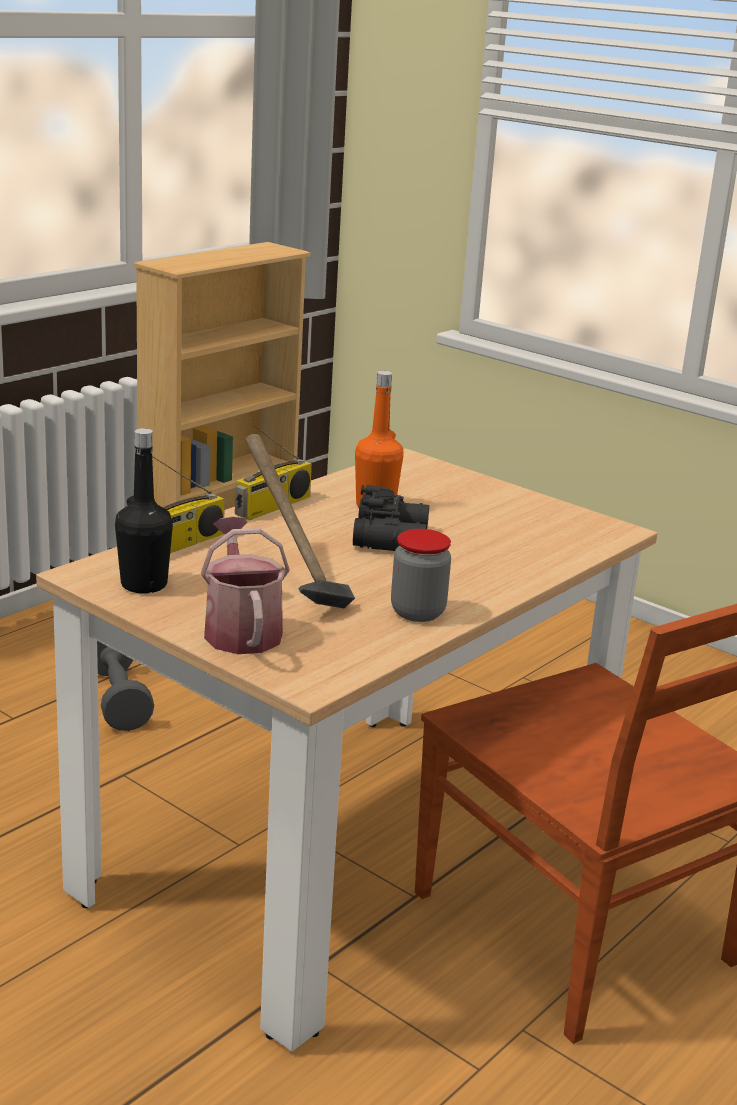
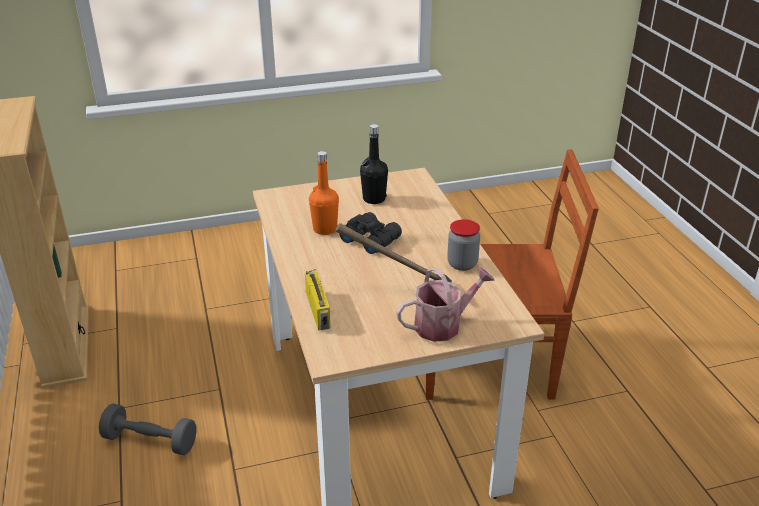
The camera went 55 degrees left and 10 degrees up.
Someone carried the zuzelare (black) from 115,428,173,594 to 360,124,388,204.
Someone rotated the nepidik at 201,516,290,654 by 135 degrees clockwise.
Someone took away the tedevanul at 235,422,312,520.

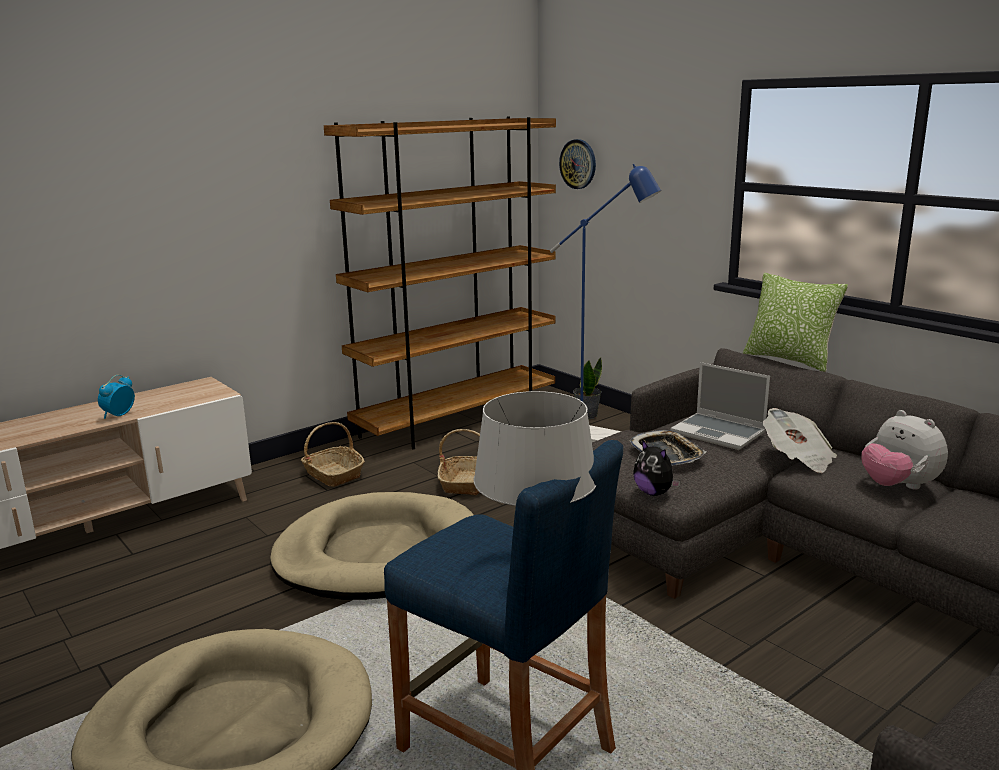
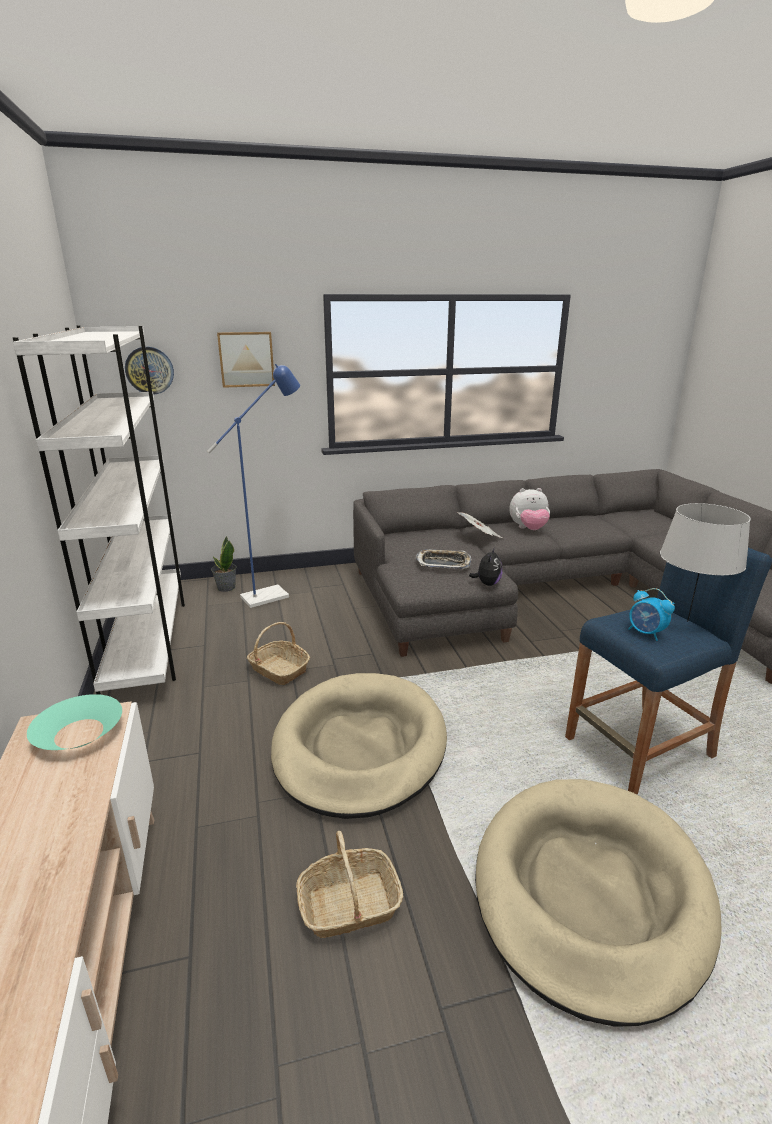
The camera went 65 degrees left and 5 degrees up.
Someone carried the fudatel from 98,375,135,419 to 628,588,675,641.
Someone carried the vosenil from 301,422,365,487 to 296,830,403,938.
Someone repainted the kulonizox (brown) at 324,116,556,449, which became the kulonizox (white) at 13,325,185,695.
Someone rotated the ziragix at 633,440,681,496 by 60 degrees counterclockwise.
Someone took away the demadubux at 670,362,770,450.
Someone took away the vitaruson at 743,273,848,372.
Someone put down the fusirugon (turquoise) at 27,694,122,750.
Someone put up the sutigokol at 217,332,275,388.

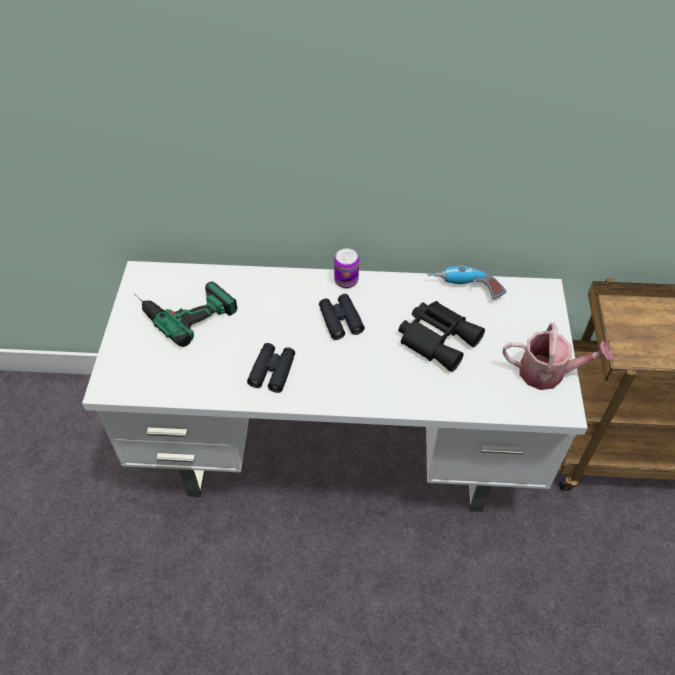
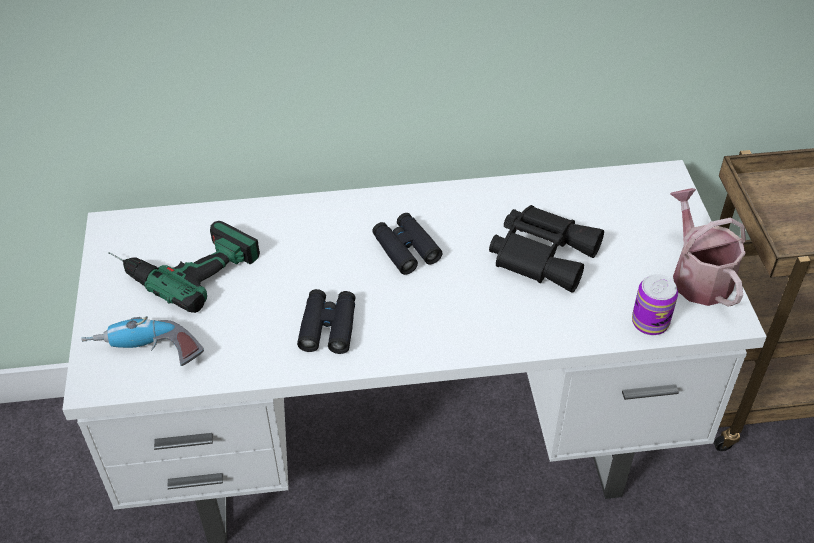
The camera went 10 degrees left and 5 degrees down.
Someone carried the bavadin from 334,248,359,288 to 632,274,678,335.
Someone carried the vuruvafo from 428,265,506,300 to 81,316,204,366.
Someone rotated the nepidik at 503,323,613,390 by 105 degrees counterclockwise.

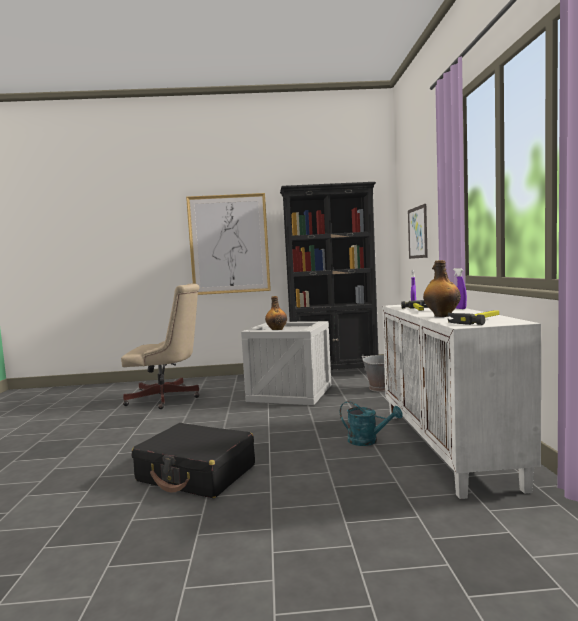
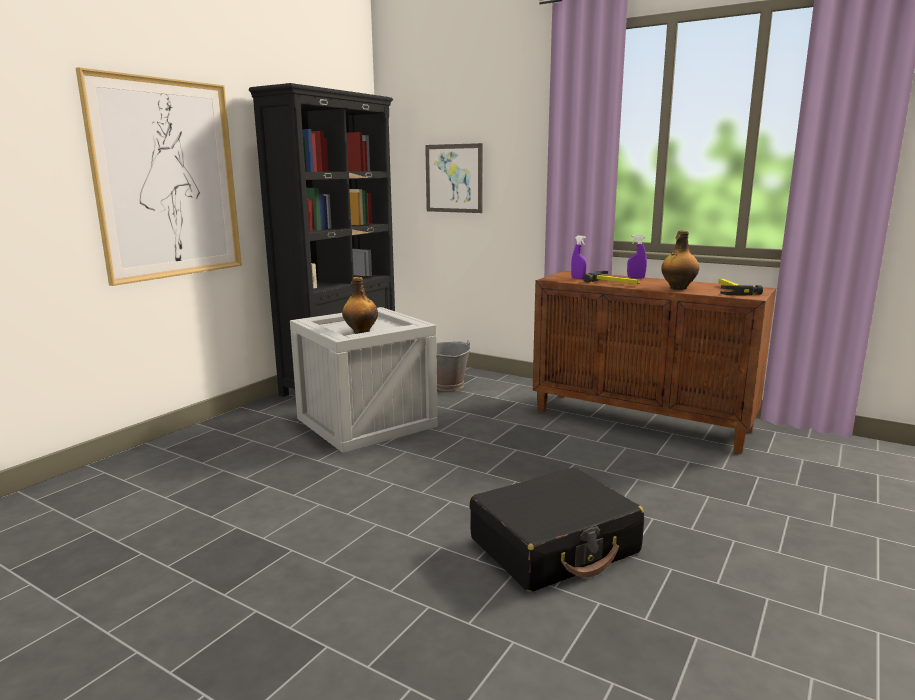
The camera went 55 degrees left and 10 degrees up.
Someone took away the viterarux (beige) at 121,283,199,409.
Someone took away the nepidik (turquoise) at 340,401,403,446.
Someone repainted the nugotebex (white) at 382,304,541,499, which became the nugotebex (brown) at 533,271,776,454.

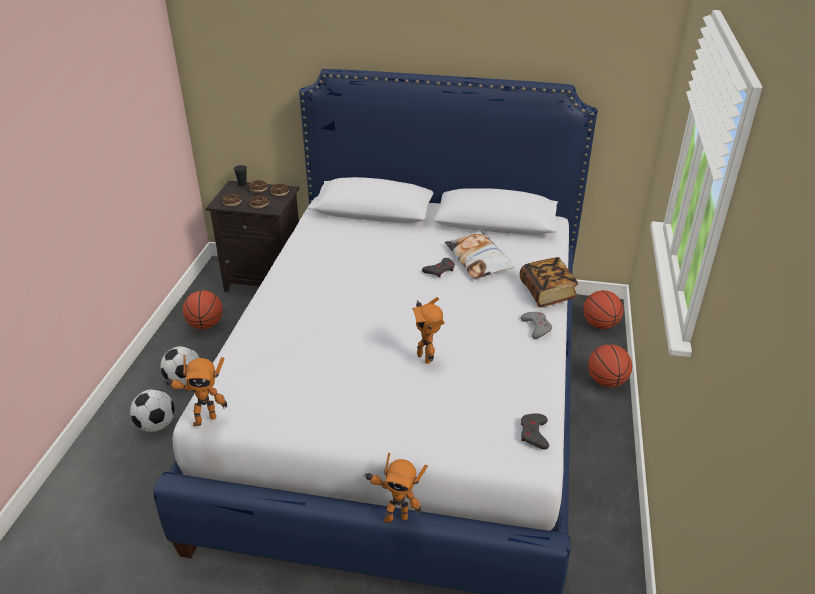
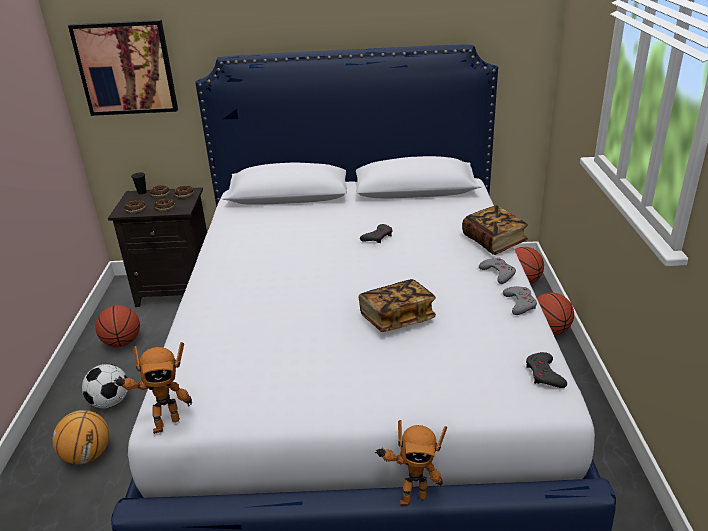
The camera went 10 degrees left and 5 degrees down.
Someone swapped the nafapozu at 130,389,175,432 for the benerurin at 52,410,109,464.
Someone swapped the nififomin at 412,297,445,364 for the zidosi at 358,279,436,332.
Someone took away the vitaruson at 445,230,515,279.
Someone put up the sutigokol at 68,20,178,116.
Someone put down the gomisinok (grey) at 503,287,537,315.

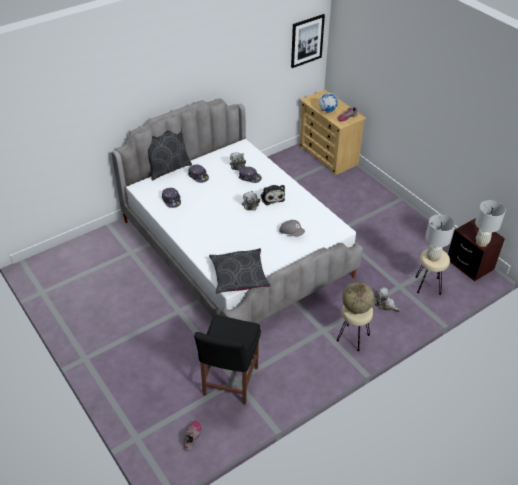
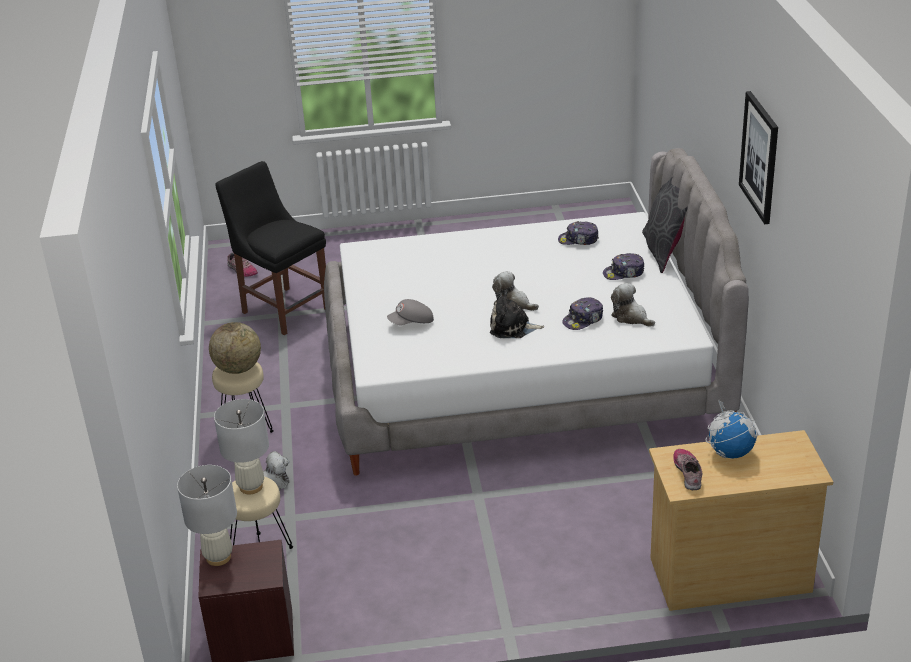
The camera went 120 degrees right and 10 degrees down.
Someone took away the vitaruson (grey) at 209,248,270,294.
Someone carried the sutigokol from 291,14,325,68 to 739,91,778,224.

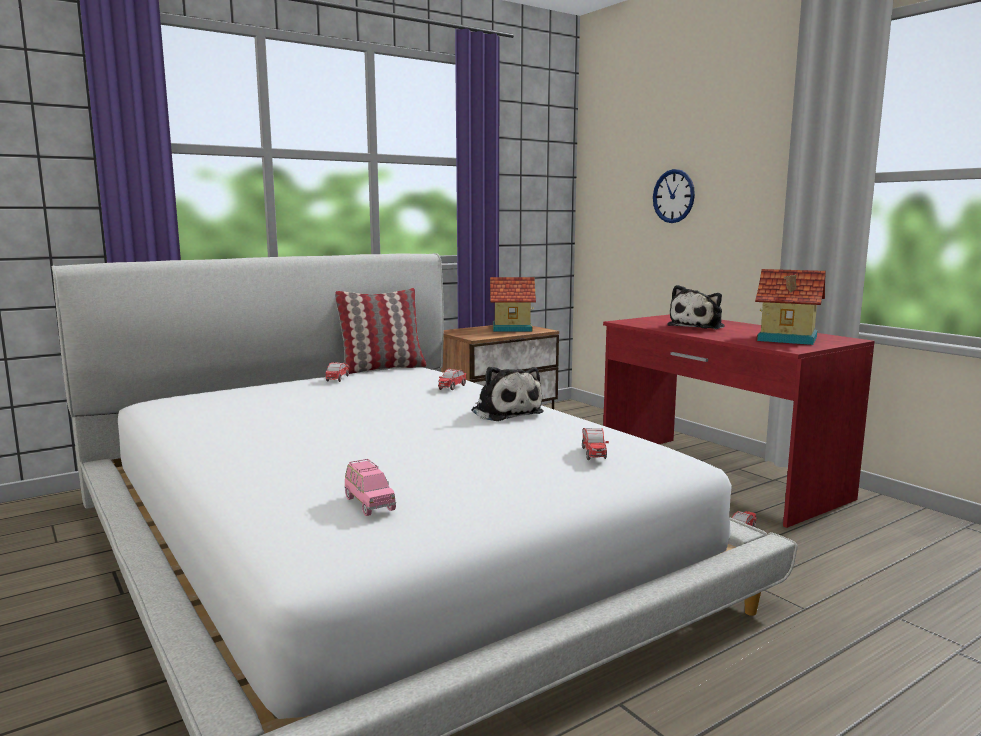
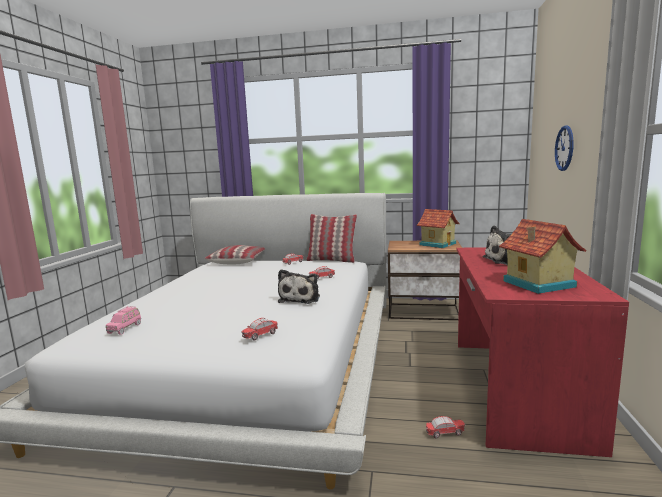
The camera went 45 degrees right and 0 degrees up.
Someone put down the vitaruson at 204,245,265,264.

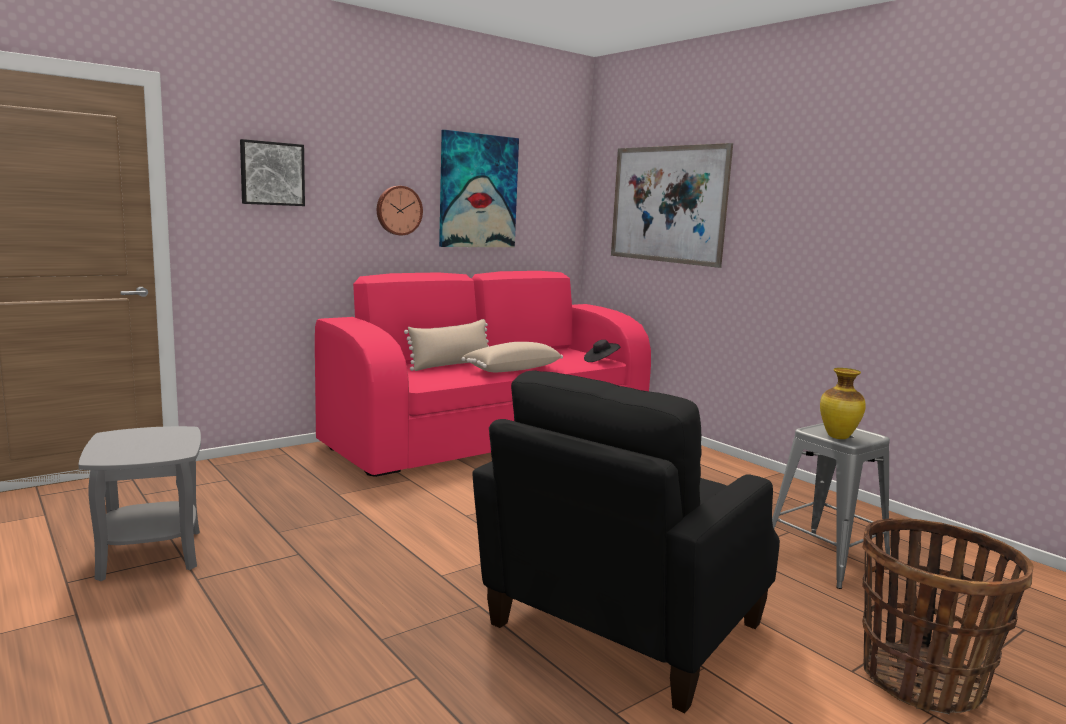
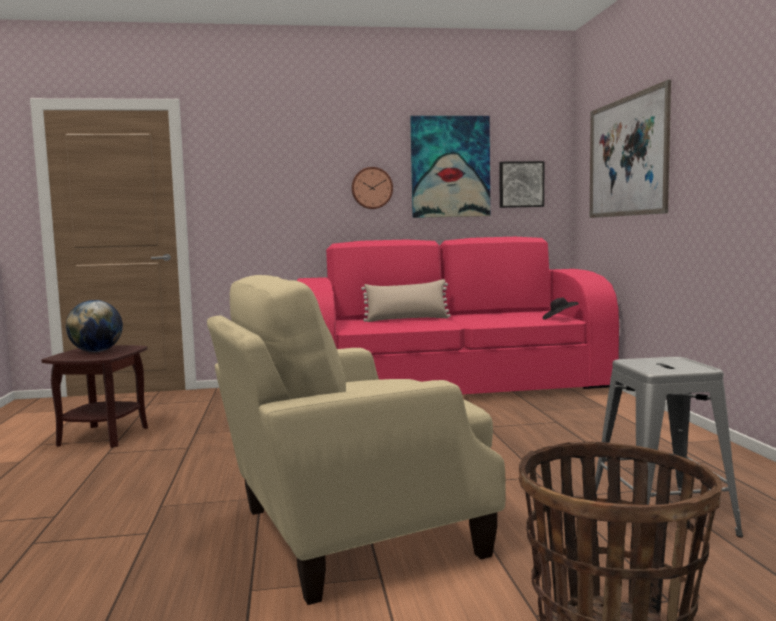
The camera went 30 degrees right and 5 degrees down.
Someone repainted the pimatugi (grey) at 79,426,201,581, which became the pimatugi (brown) at 41,345,148,448.
Someone carried the sutigokol from 240,139,305,206 to 499,161,544,208.
Someone took away the vitaruson (beige) at 461,342,563,372.
Someone repainted the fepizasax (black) at 473,370,780,713, which became the fepizasax (beige) at 207,275,506,605.
Someone took away the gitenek at 820,368,866,439.
Someone put down the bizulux at 66,300,123,352.

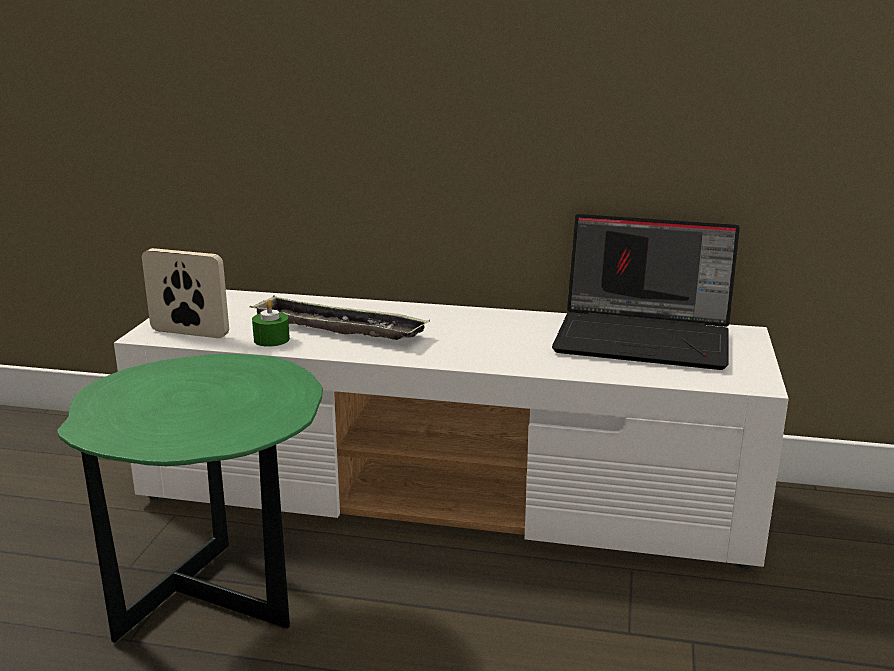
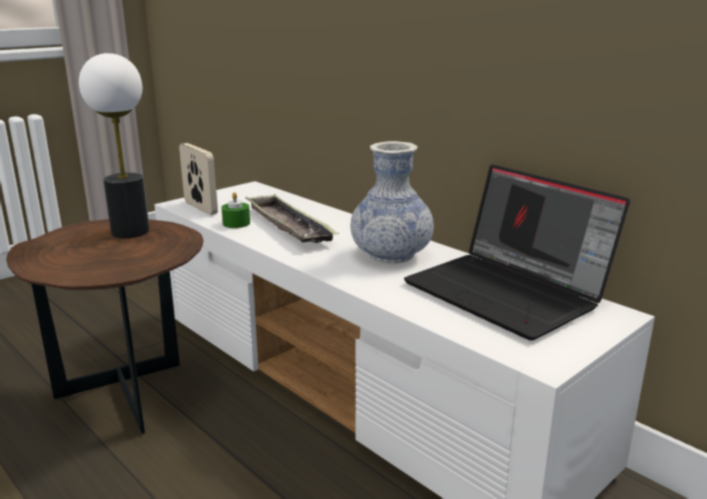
The camera went 35 degrees right and 0 degrees up.
Someone repainted the pimatugi (green) at 57,354,323,643, which became the pimatugi (brown) at 6,219,204,434.
Someone put down the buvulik at 79,53,149,238.
Someone put down the gitenek at 350,141,434,264.

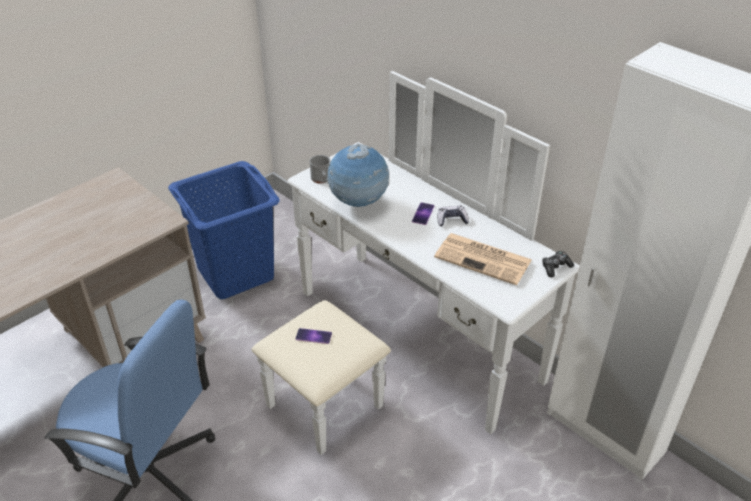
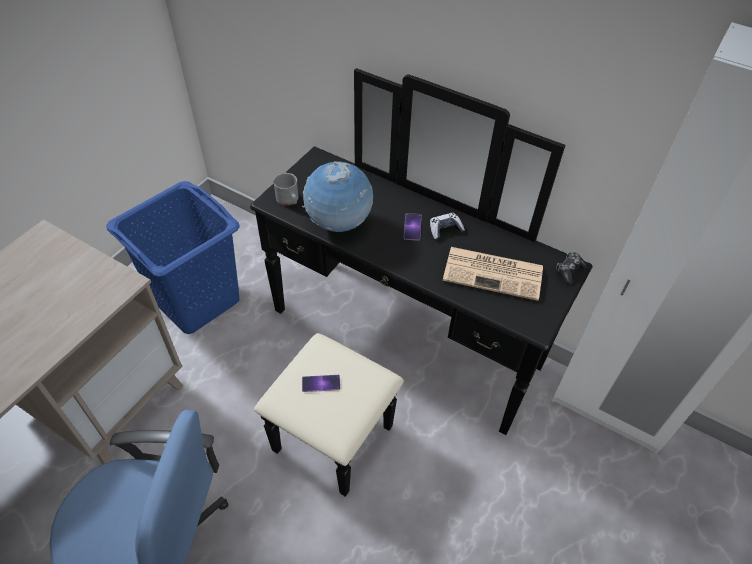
The camera went 15 degrees left and 10 degrees up.
Someone repainted the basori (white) at 252,71,580,455, which became the basori (black) at 250,68,593,497.

